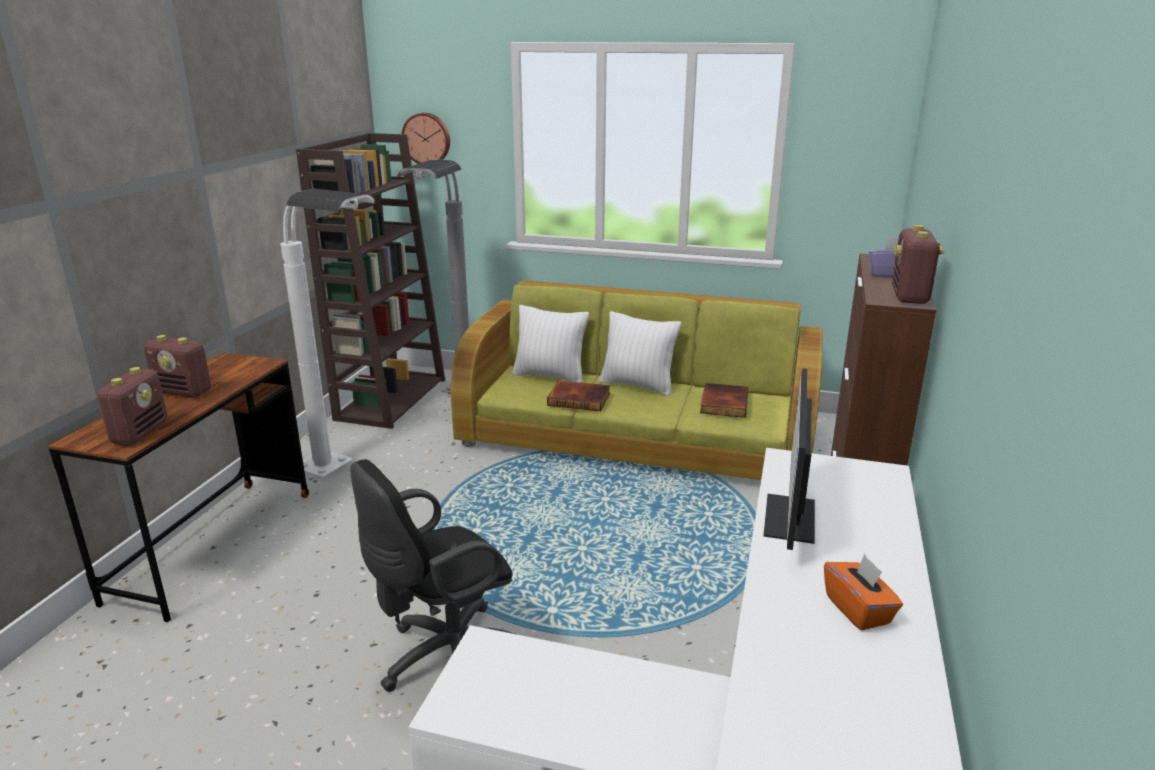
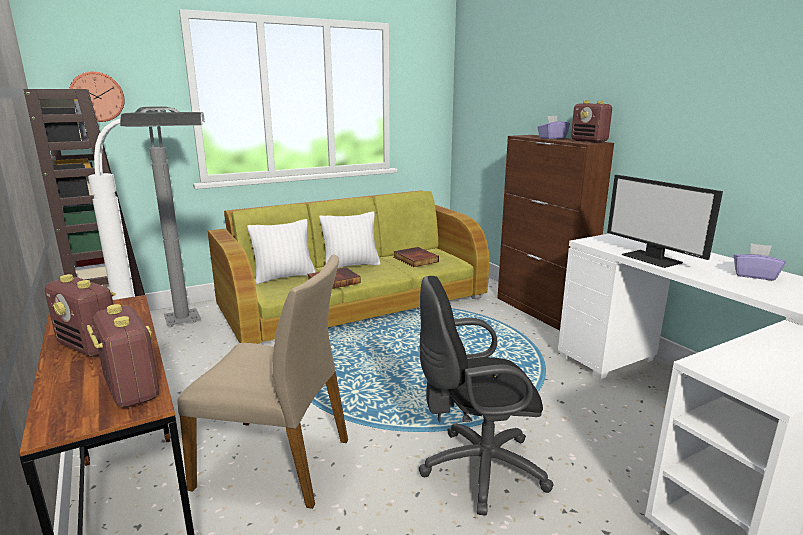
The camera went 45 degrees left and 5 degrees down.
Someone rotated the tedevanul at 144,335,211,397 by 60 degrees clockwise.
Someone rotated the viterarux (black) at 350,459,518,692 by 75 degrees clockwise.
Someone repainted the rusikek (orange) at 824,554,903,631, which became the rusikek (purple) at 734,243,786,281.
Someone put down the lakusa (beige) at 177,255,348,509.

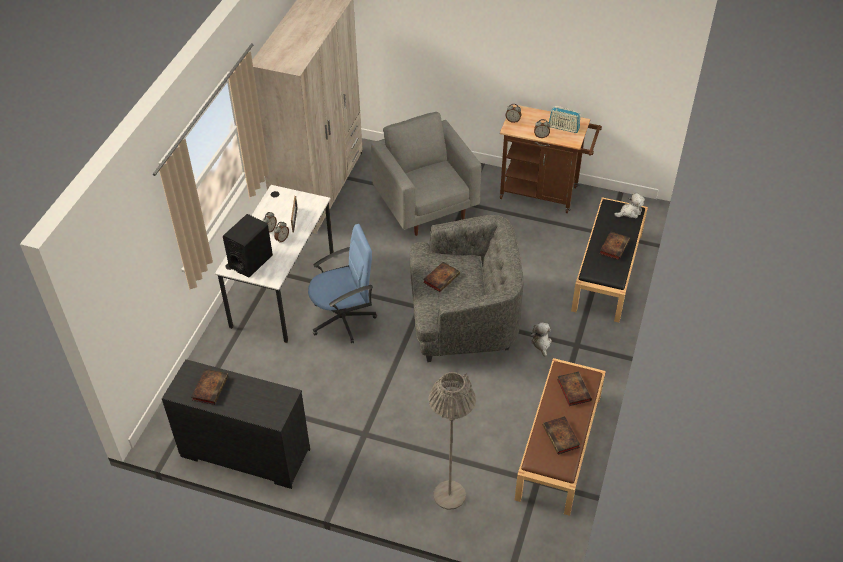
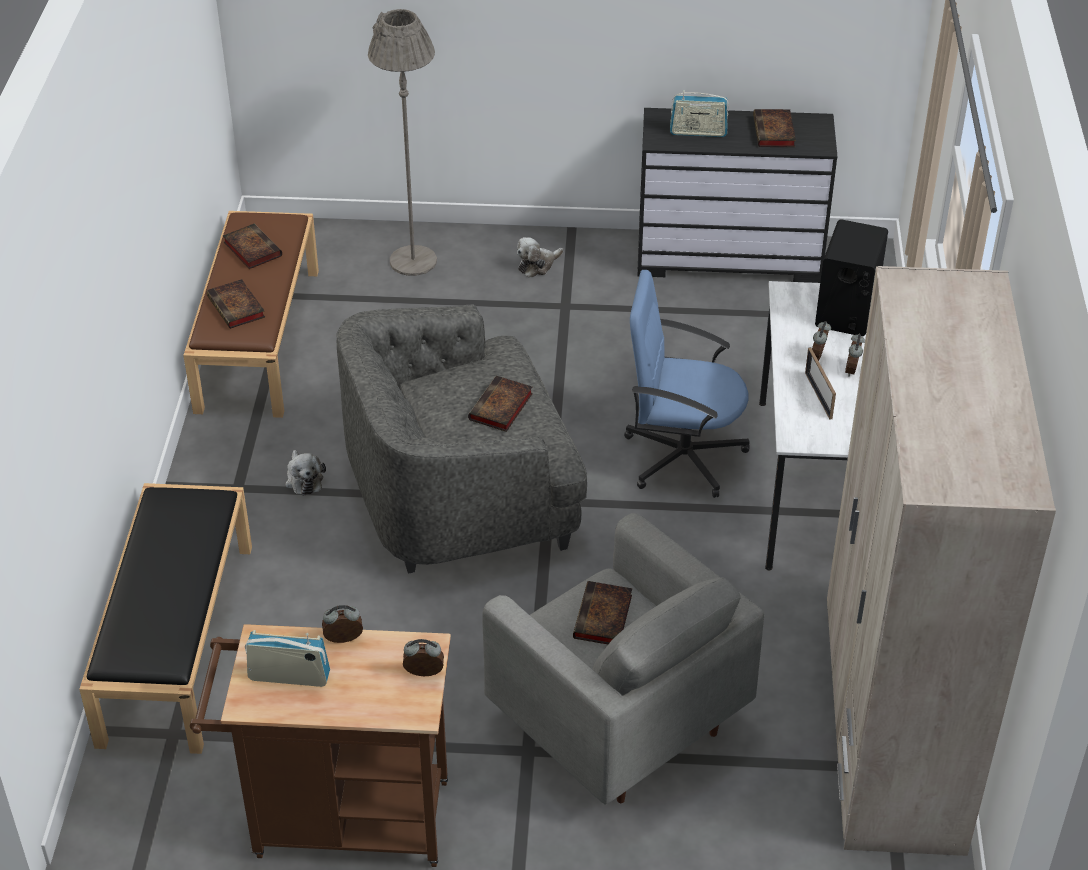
The camera went 165 degrees right and 5 degrees down.
Someone rotated the viterarux (blue) at 308,224,377,343 by 45 degrees clockwise.
Someone carried the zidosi from 599,231,630,260 to 573,581,632,644.
Someone carried the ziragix from 614,193,645,218 to 517,237,564,278.
Someone put down the tedevanul at 670,90,729,137.

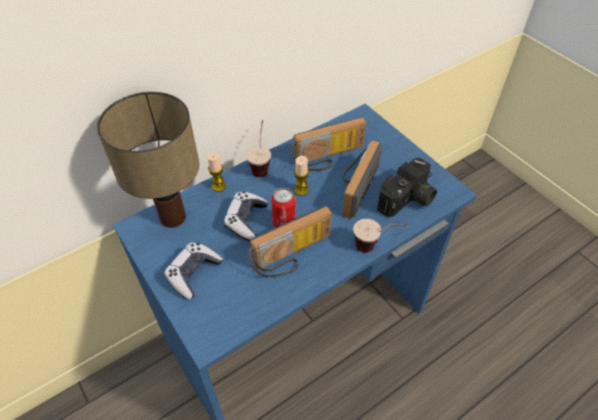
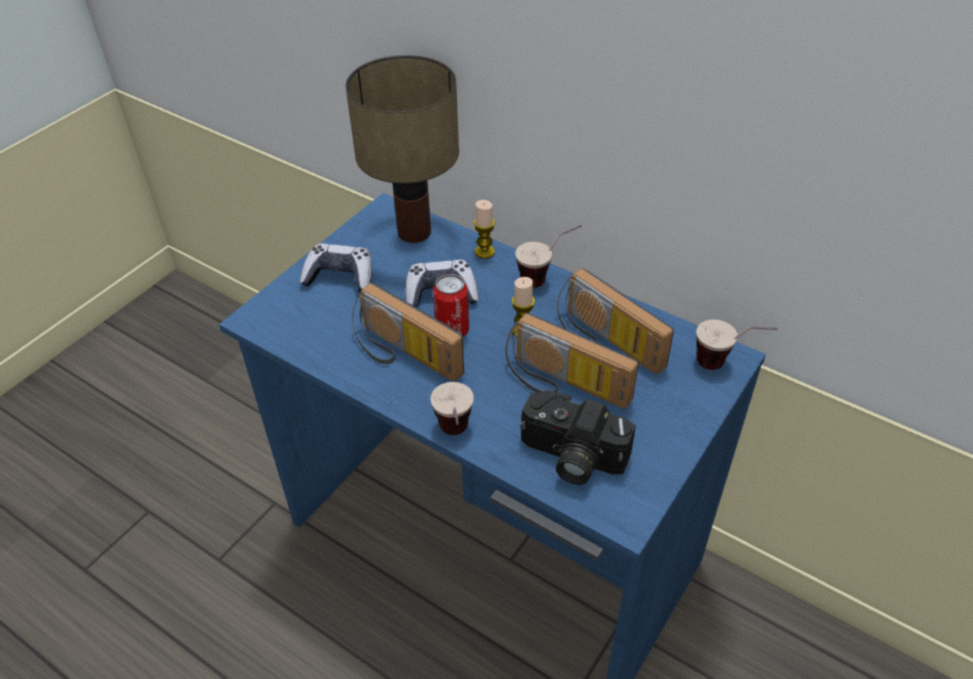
The camera went 70 degrees right and 5 degrees down.
Someone rotated the tedevanul at 342,140,382,219 by 150 degrees counterclockwise.
Someone put down the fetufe at 696,319,778,370.

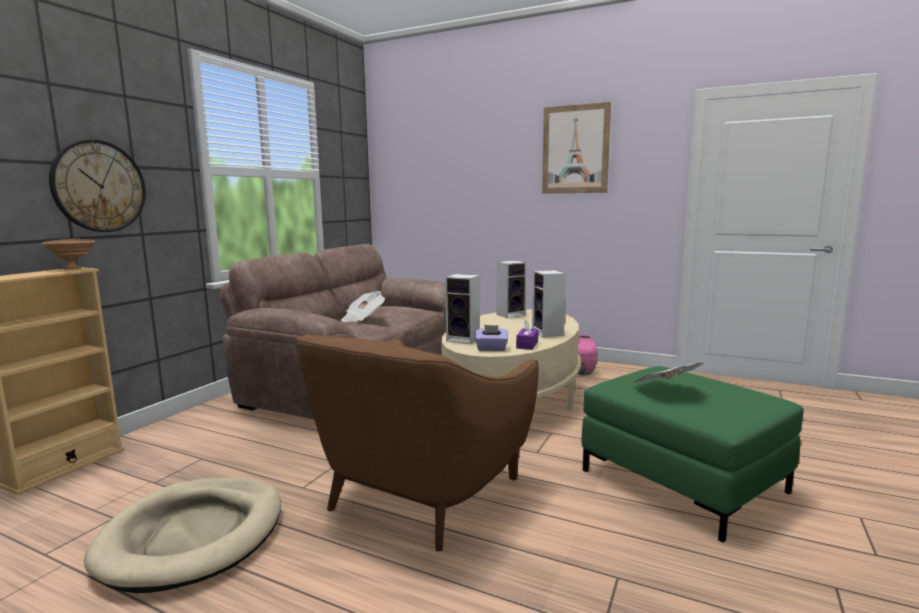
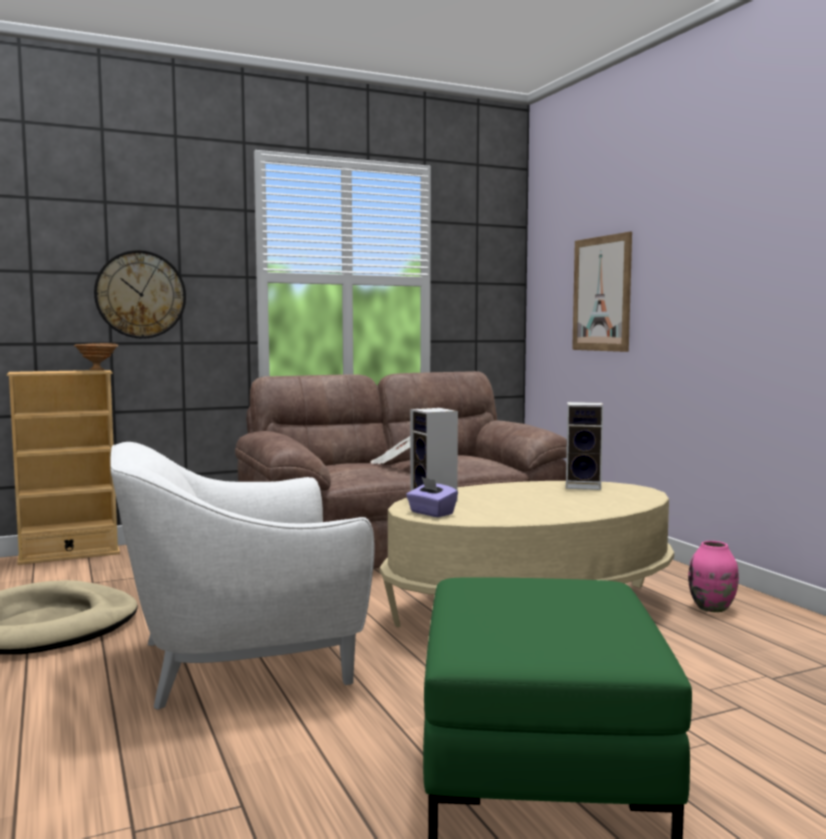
The camera went 40 degrees right and 5 degrees down.
Someone repainted the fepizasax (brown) at 296,335,539,551, which became the fepizasax (white) at 110,442,375,709.
Someone took away the rusikek (purple) at 516,319,538,350.
Someone took away the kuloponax at 532,270,566,337.
Someone carried the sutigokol from 542,102,611,194 to 572,232,632,352.
Someone took away the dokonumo at 632,362,704,383.

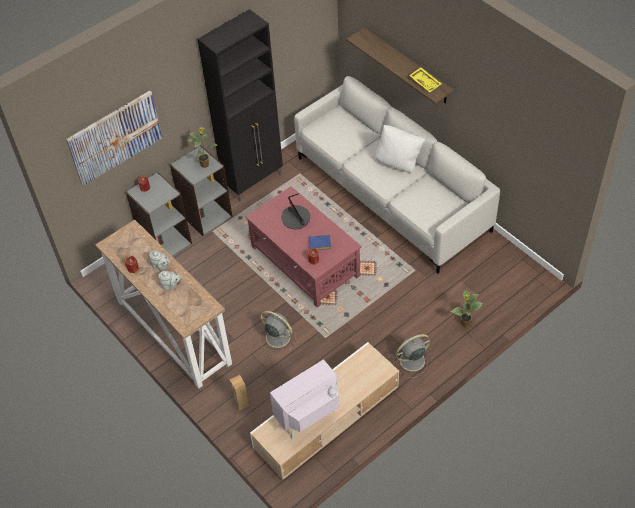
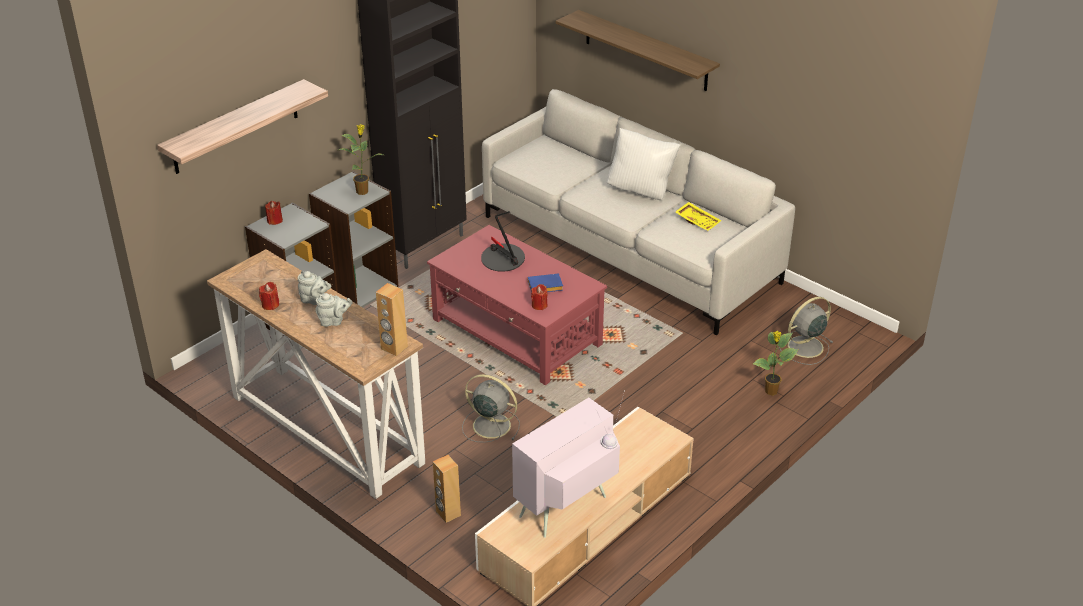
The camera went 10 degrees left and 15 degrees down.
Someone swapped the sutigokol at 66,91,162,186 for the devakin at 157,79,328,174.
Someone carried the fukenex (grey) from 393,334,433,378 to 779,297,833,365.
Someone carried the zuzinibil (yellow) from 409,67,441,92 to 675,202,722,231.
Someone put down the kuloponax (brown) at 376,283,408,356.

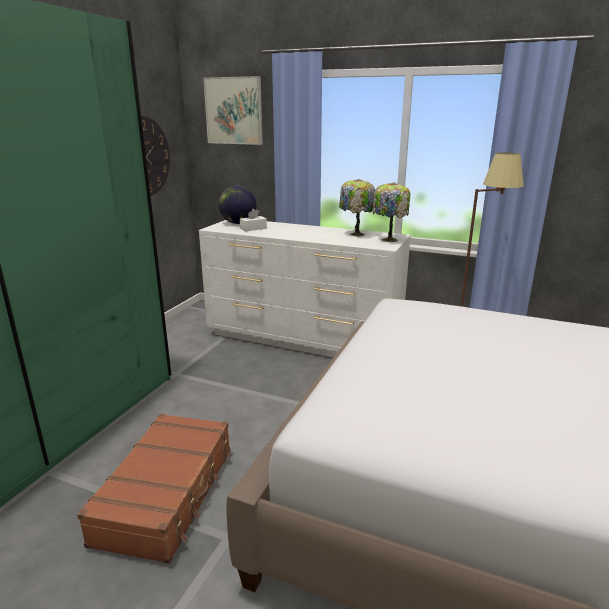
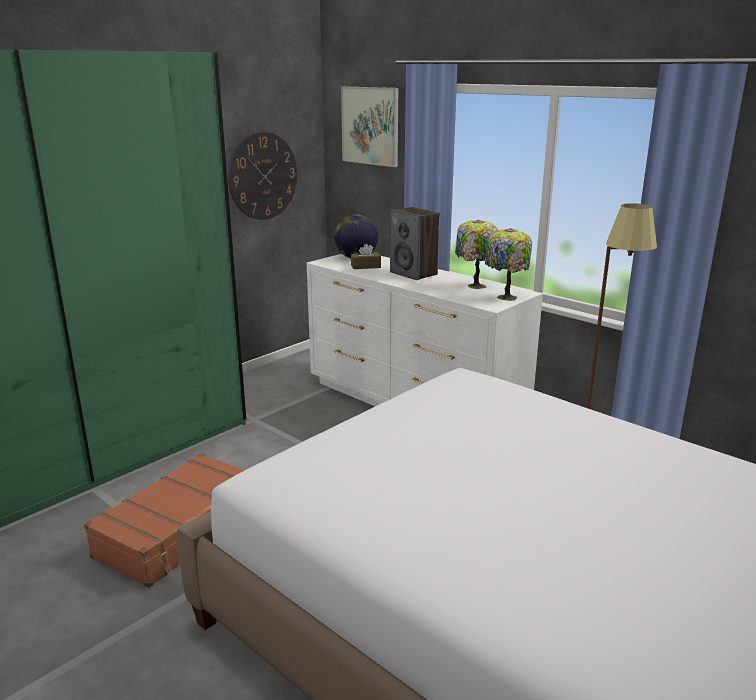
The camera went 20 degrees right and 0 degrees up.
Someone repainted the rusikek (white) at 240,208,267,231, which became the rusikek (brown) at 351,244,381,269.
Someone put down the kuloponax at 390,207,440,280.

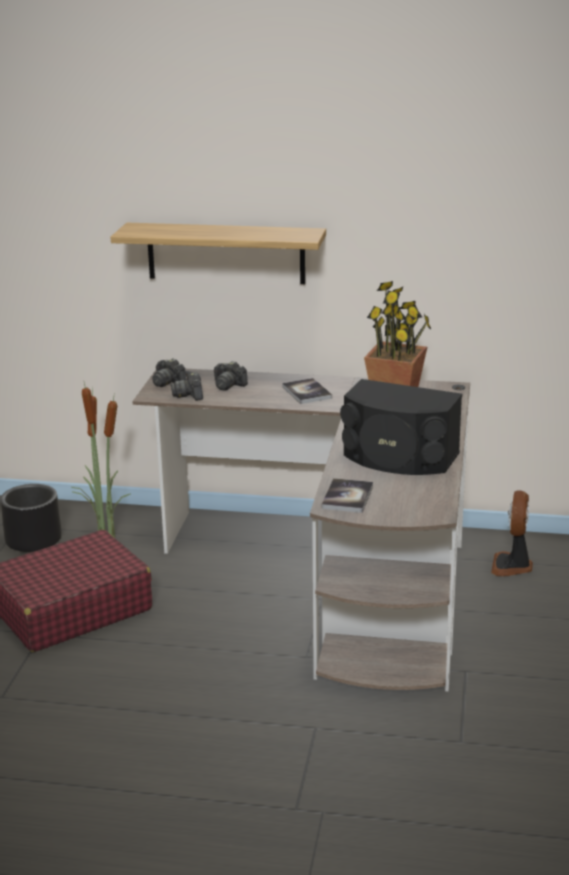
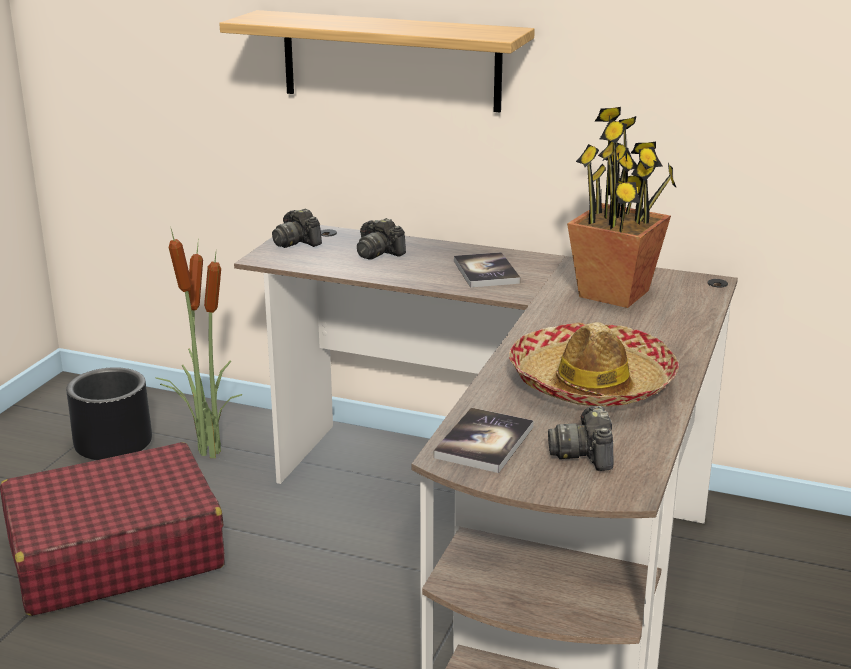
The camera went 10 degrees right and 0 degrees up.
Someone carried the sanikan from 171,372,203,401 to 548,406,613,471.
Someone swapped the kuloponax (black) at 340,379,462,475 for the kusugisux at 509,322,679,406.
Someone took away the fukenex at 491,490,533,576.

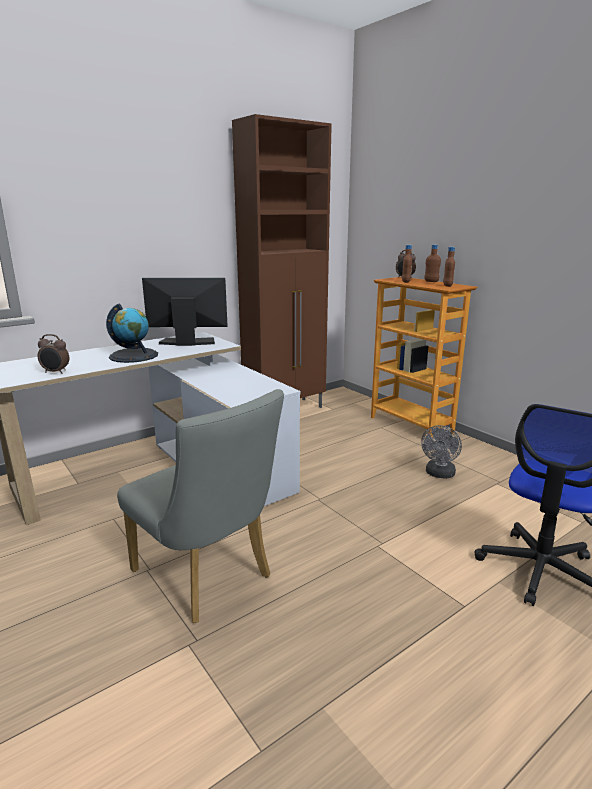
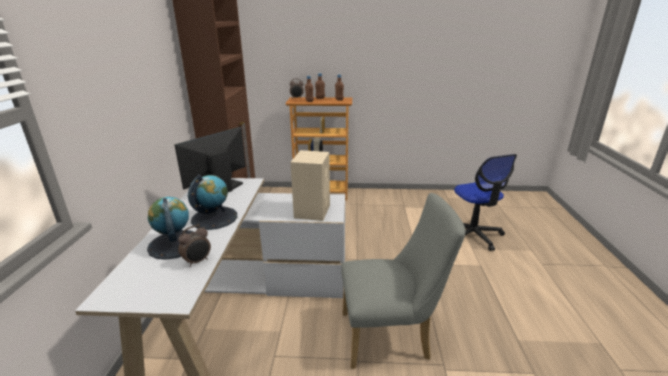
The camera went 50 degrees left and 5 degrees up.
Someone took away the fukenex (grey) at 421,425,462,479.
Someone put down the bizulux at 147,197,195,260.
Someone put down the kuloponax (beige) at 290,150,330,221.

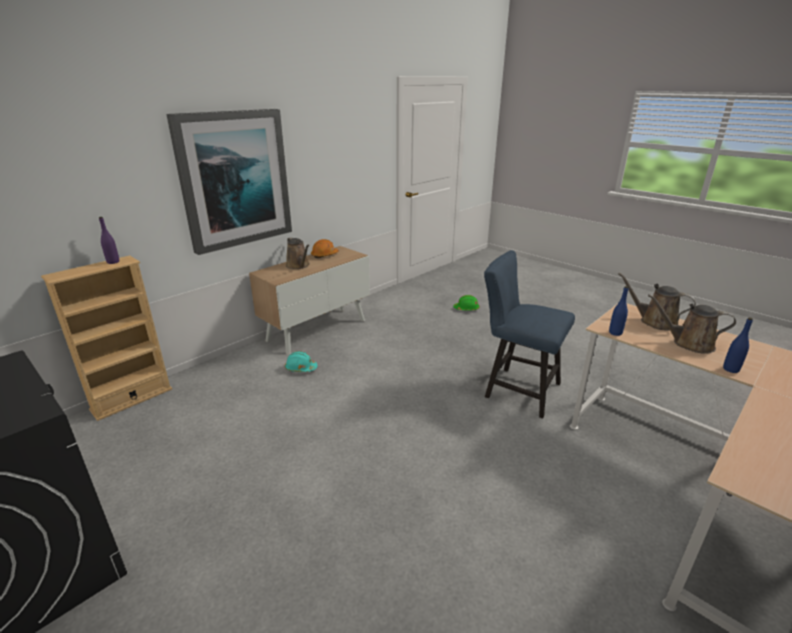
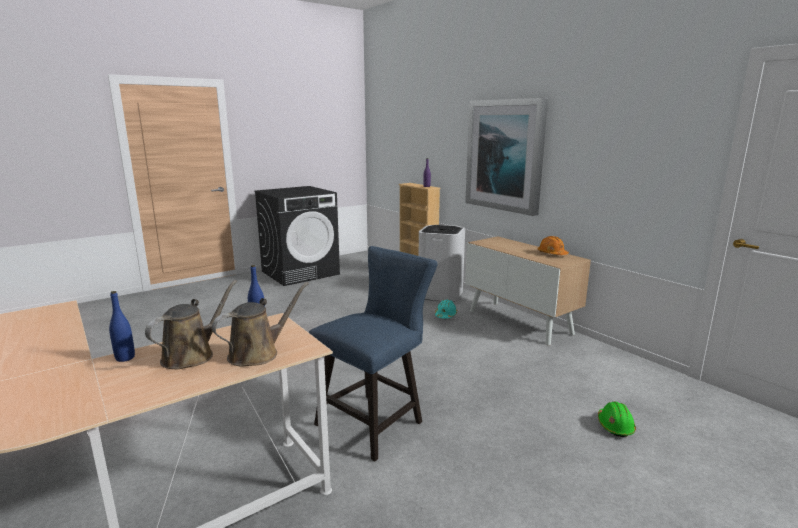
The camera went 100 degrees right and 10 degrees down.
Someone took away the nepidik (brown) at 286,237,310,269.
Someone put down the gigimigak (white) at 419,225,465,302.

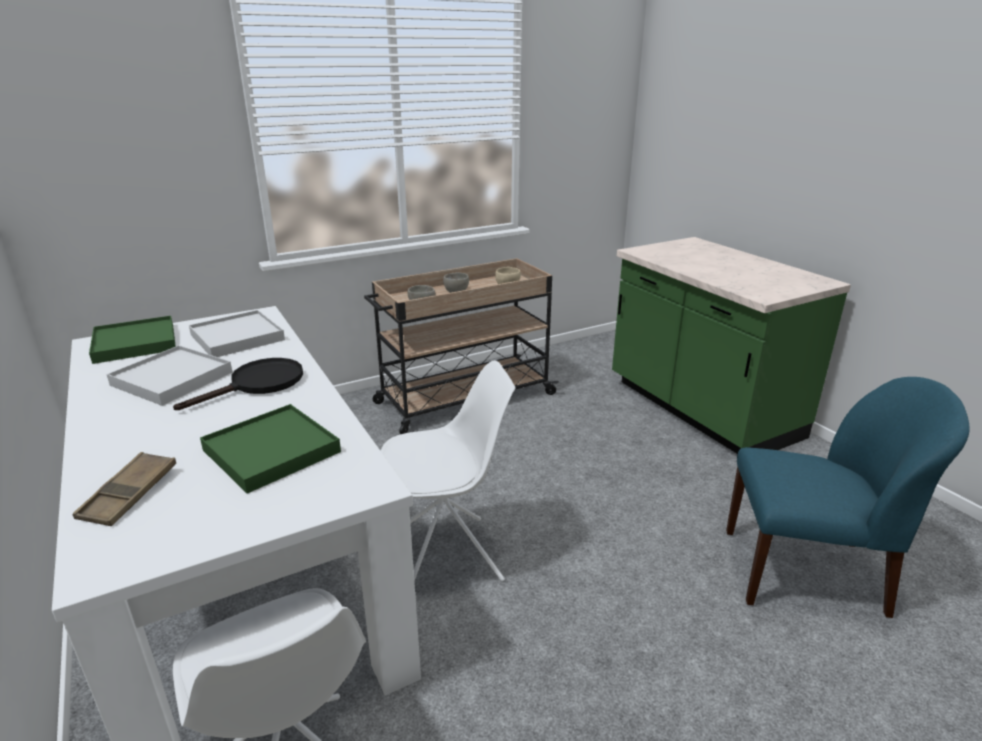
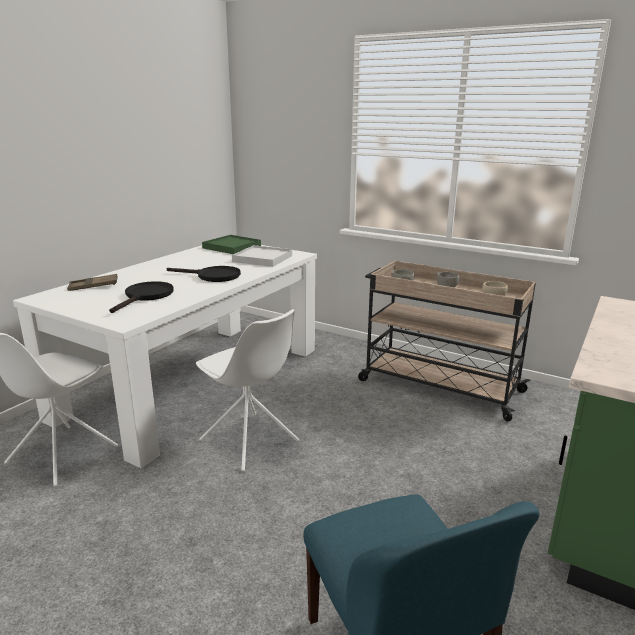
The camera went 60 degrees right and 5 degrees down.
Someone took away the zuzinibil (white) at 106,345,232,406.
Someone swapped the zuzinibil (green) at 200,404,341,494 for the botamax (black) at 109,281,174,313.

